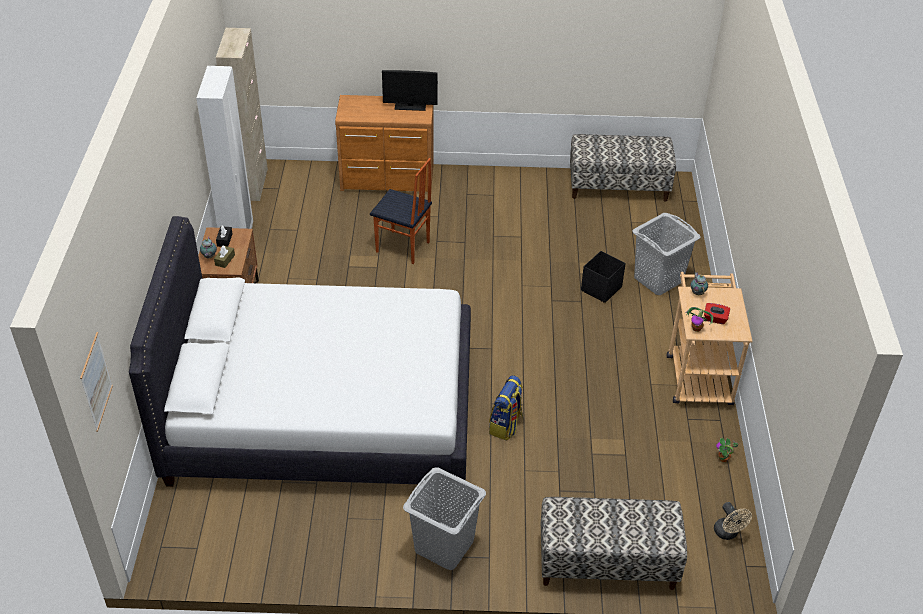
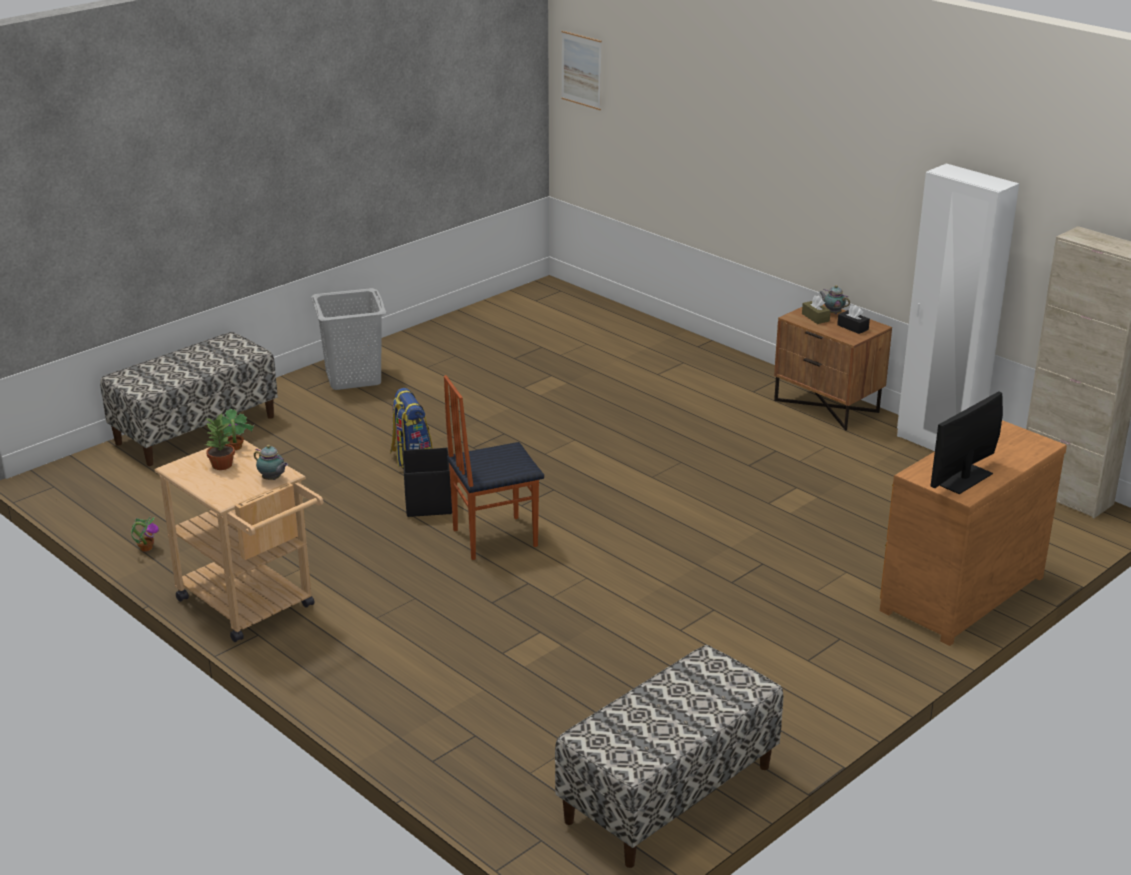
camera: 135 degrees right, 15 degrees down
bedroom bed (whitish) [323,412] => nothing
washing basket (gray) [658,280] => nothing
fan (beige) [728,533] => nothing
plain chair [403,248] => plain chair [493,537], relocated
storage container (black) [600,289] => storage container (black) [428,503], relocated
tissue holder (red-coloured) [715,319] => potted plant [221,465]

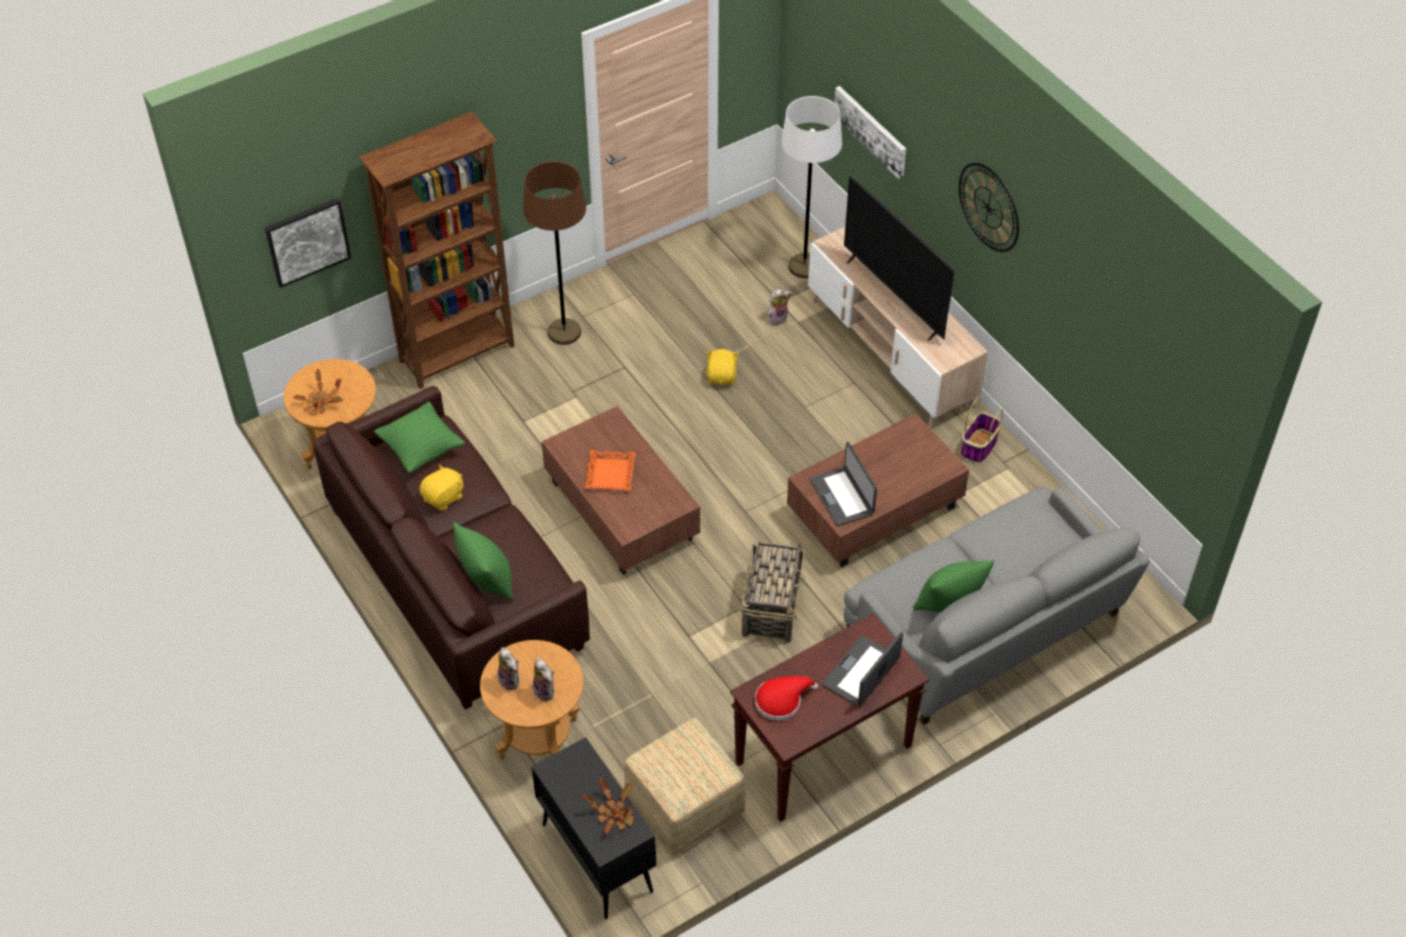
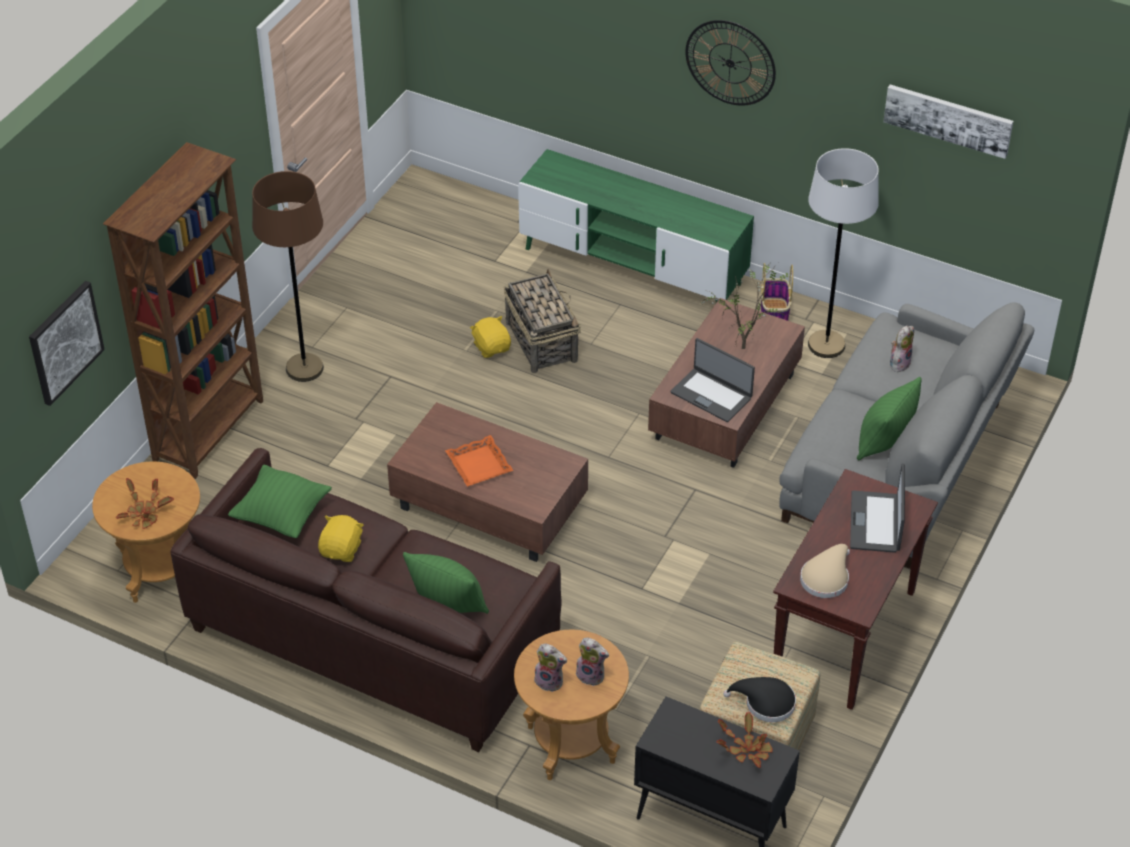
camera: 30 degrees left, 5 degrees down
TV set [894,297] => nothing
nothing => potted plant [744,346]
nothing => clothing hat (black) [765,703]
basket [772,606] => basket [541,341], relocated
soft toy [777,318] => soft toy [899,363], relocated
standing lamp (whitish) [804,267] => standing lamp (whitish) [826,345], relocated
wall picture [871,131] => wall picture [948,119], relocated
clothing hat (red-coloured) [781,700] => clothing hat (beige) [826,578]
tv stand (beige) [890,353] => tv stand (green) [632,266]

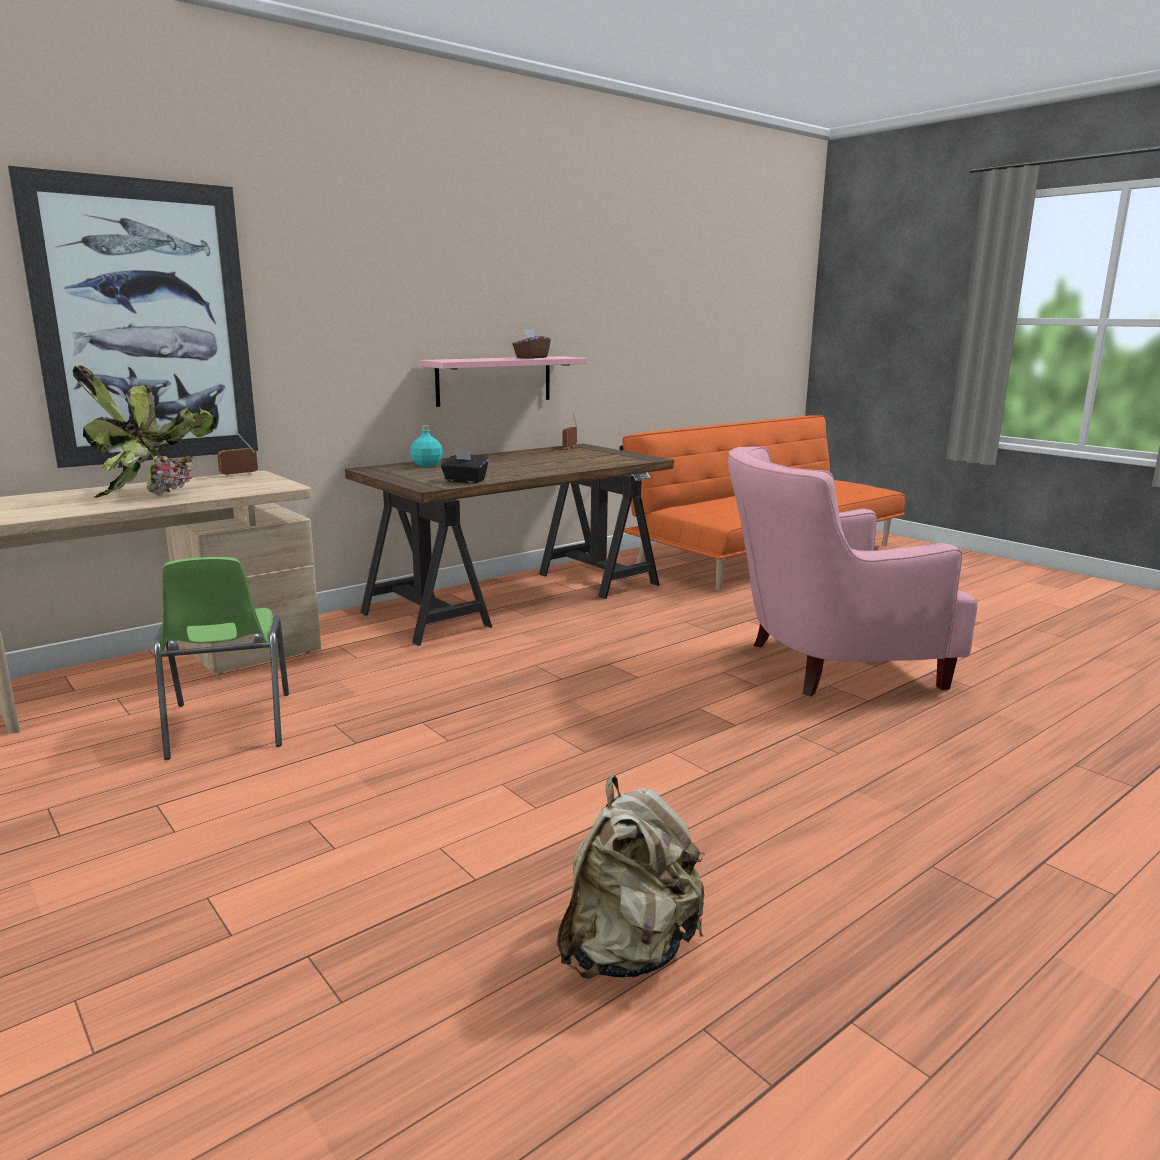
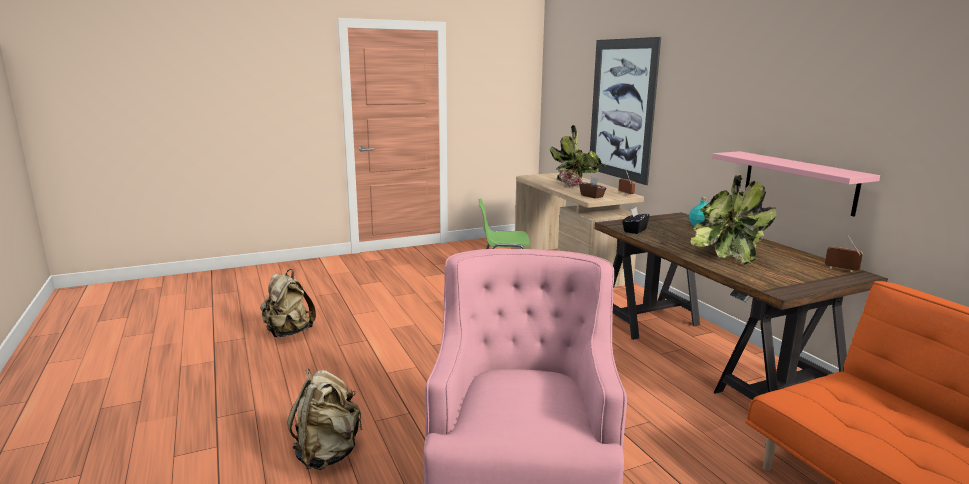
camera: 105 degrees right, 0 degrees up
nothing => backpack (beige) [328,453]
nothing => potted plant [724,254]
tissue holder (brownish) [531,358] => tissue holder (brownish) [592,196], relocated

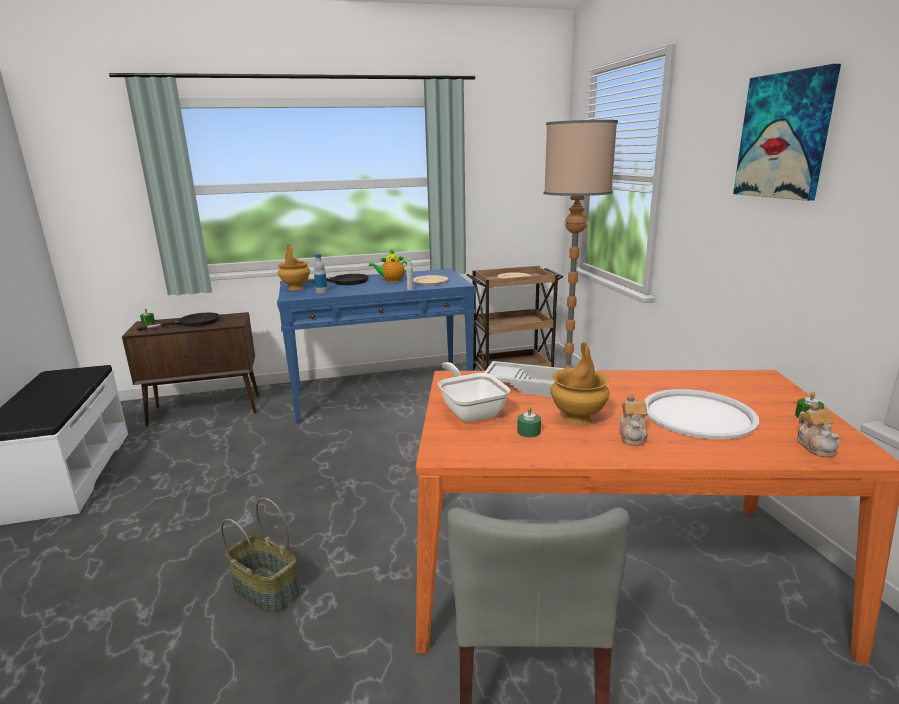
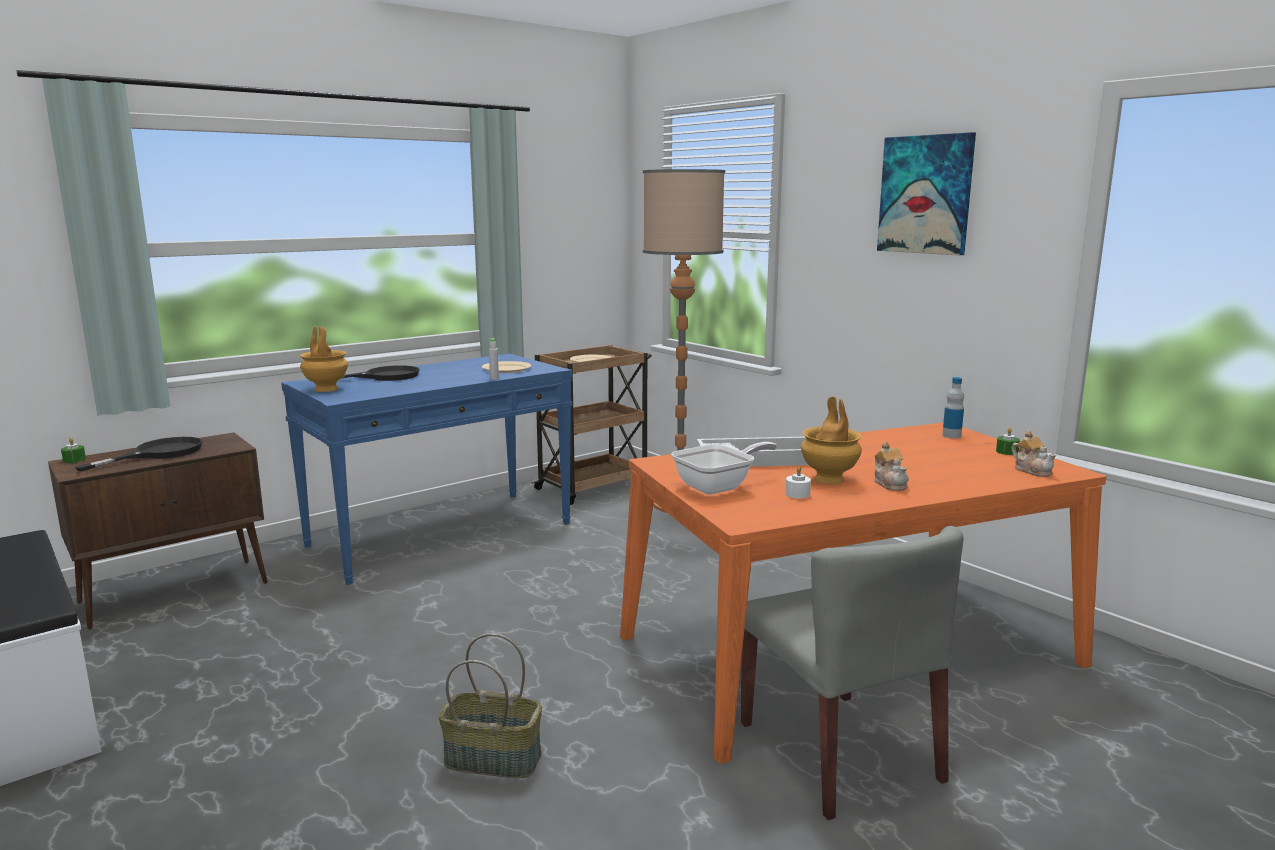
camera: 25 degrees left, 5 degrees down
teapot [391,281] => nothing
tray (whitish) [698,415] => nothing
drink bottle [321,292] => drink bottle [951,435], relocated
wax candle (green) [528,431] => wax candle (whitish) [797,494]
frying pan [470,411] => frying pan [719,487], 105 degrees clockwise

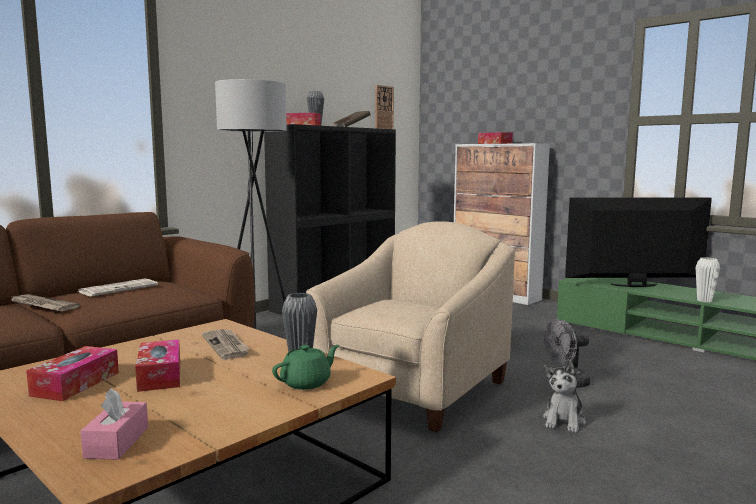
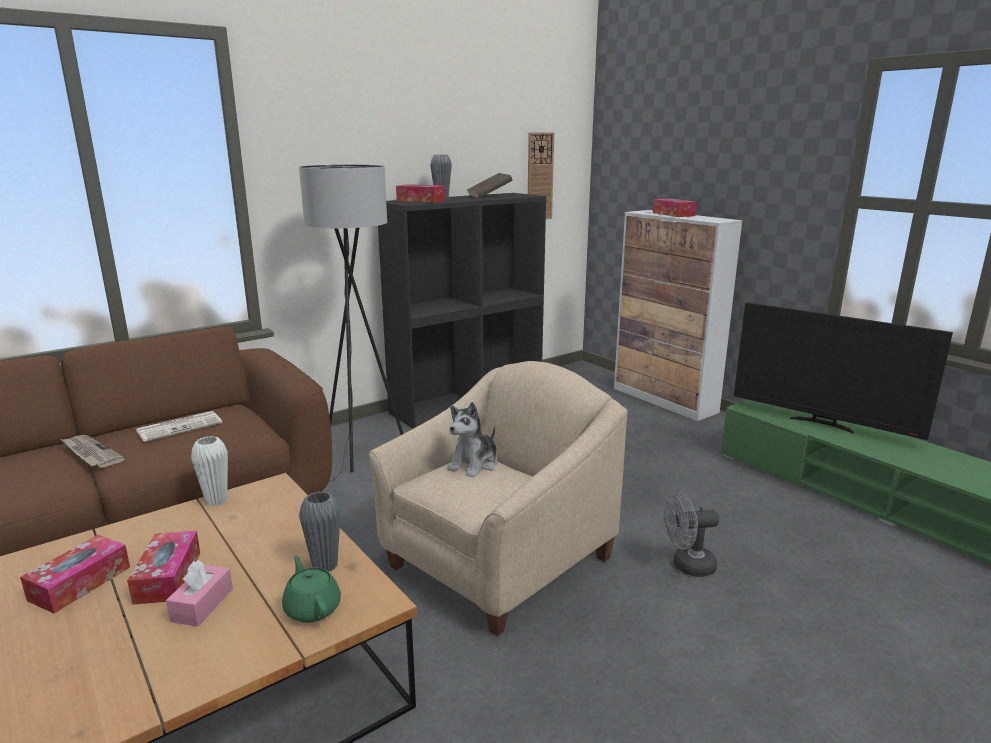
camera: 10 degrees right, 10 degrees up
daily paper [226,346] => nothing
tissue holder (pink-coloured) [117,442] => tissue holder (pink-coloured) [202,605], relocated
soft toy [564,421] => soft toy [474,464], relocated
decorative vase (whitish) [704,300] => decorative vase (whitish) [216,500], relocated
teapot (green) [307,383] => teapot (green) [312,608], 90 degrees counterclockwise
TV set [635,285] => TV set [822,424], 150 degrees counterclockwise

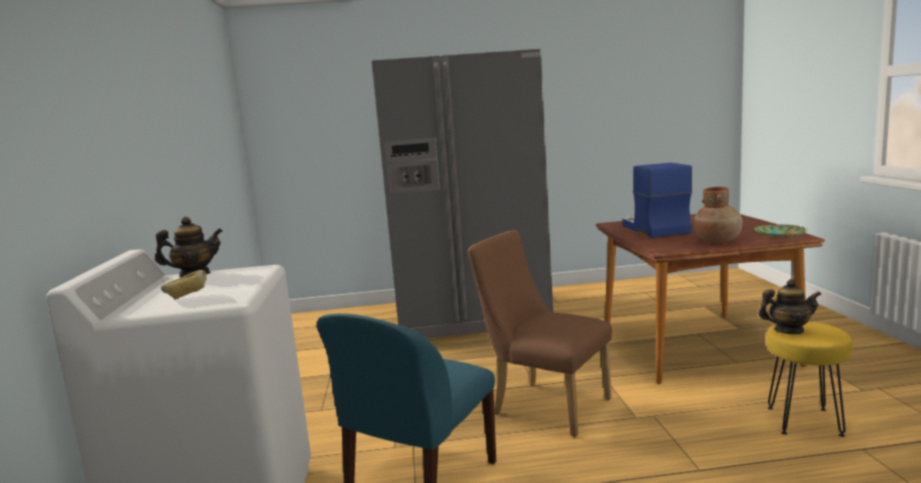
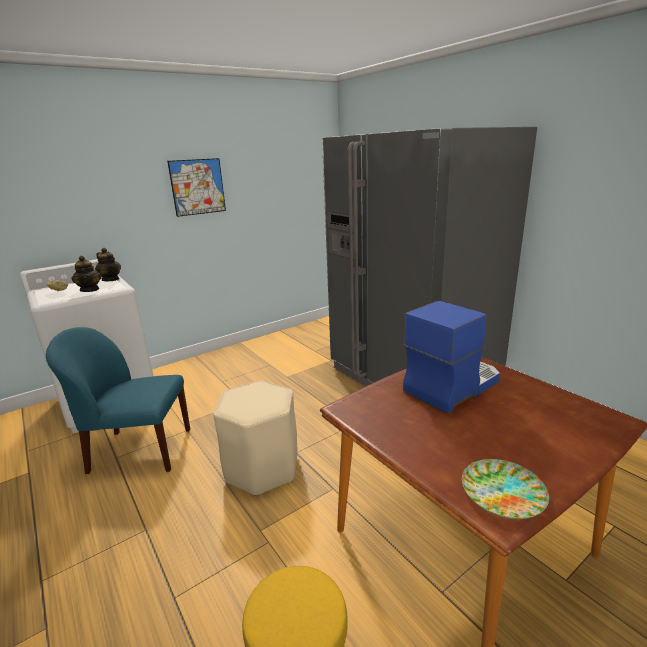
camera: 60 degrees right, 10 degrees up
decorative vase (brownish) [717,241] => nothing
nothing => wall picture [197,187]
teapot [788,330] => teapot [90,290], relocated
plain chair (brownish) [543,405] => sitting stool (beige) [262,468]

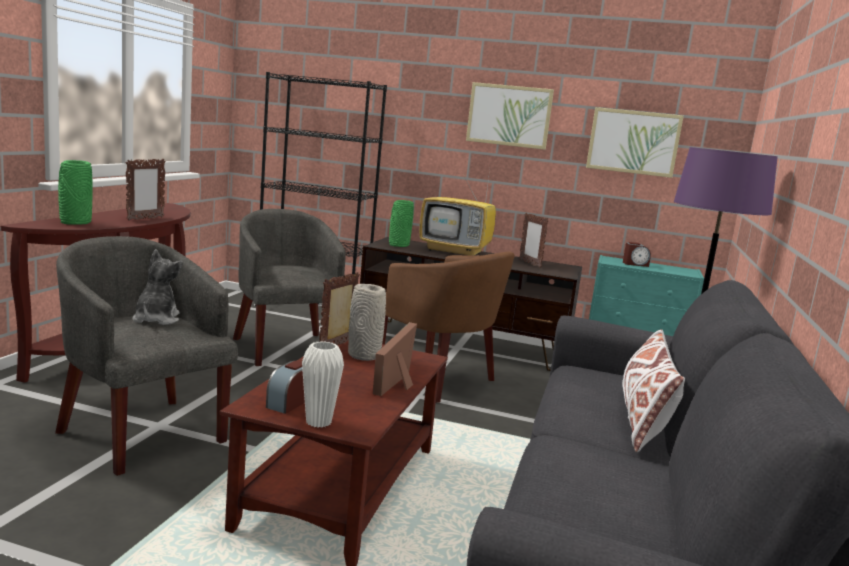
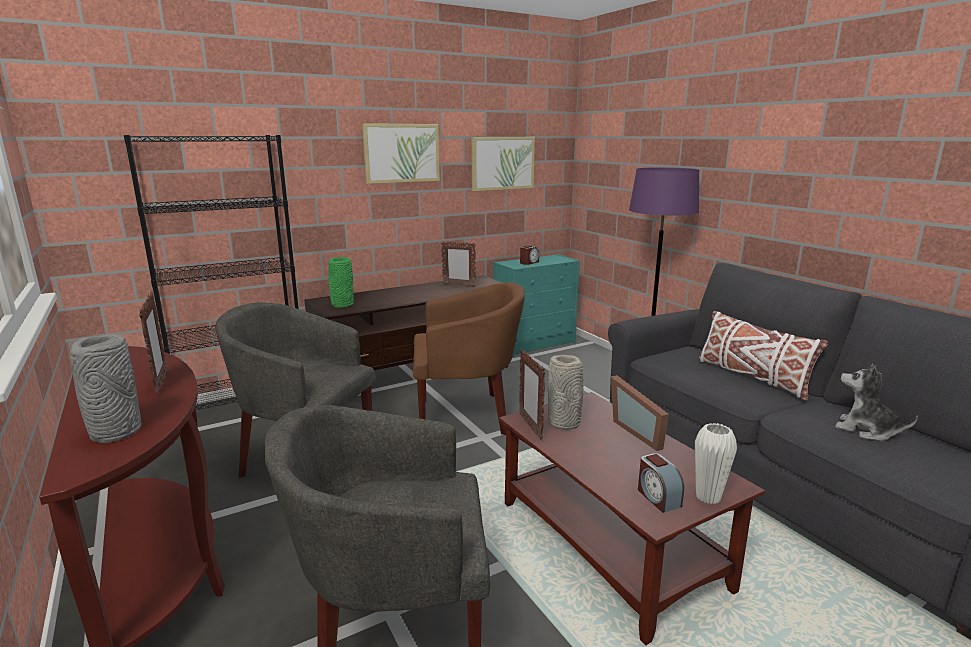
camera: 45 degrees left, 5 degrees up
TV set [456,252] => nothing
soft toy [156,319] => soft toy [866,430], relocated
decorative vase (green) [75,222] => decorative vase (gray) [114,433]

